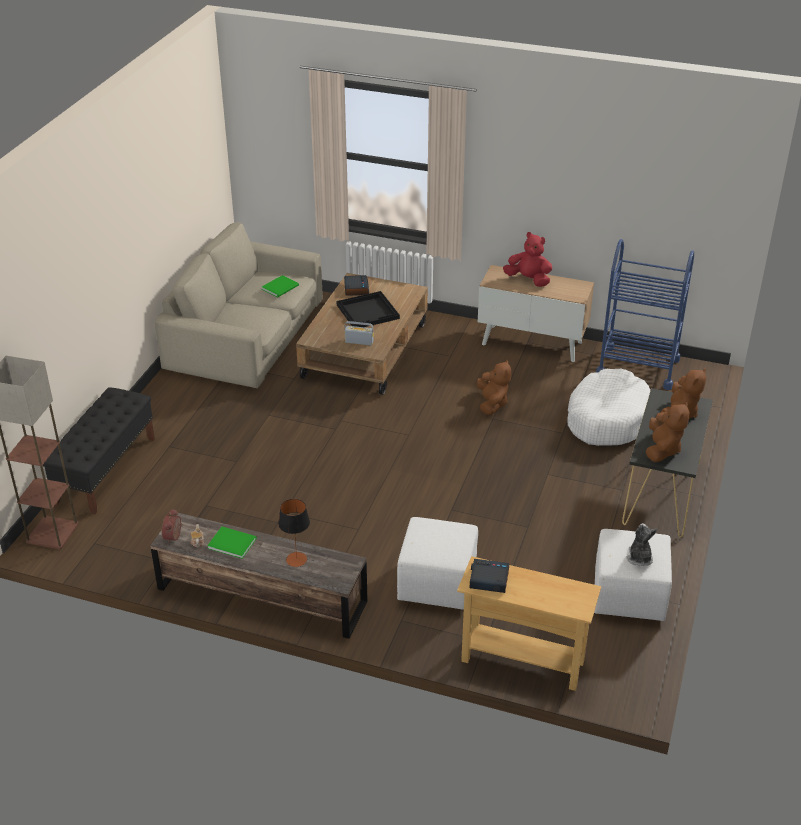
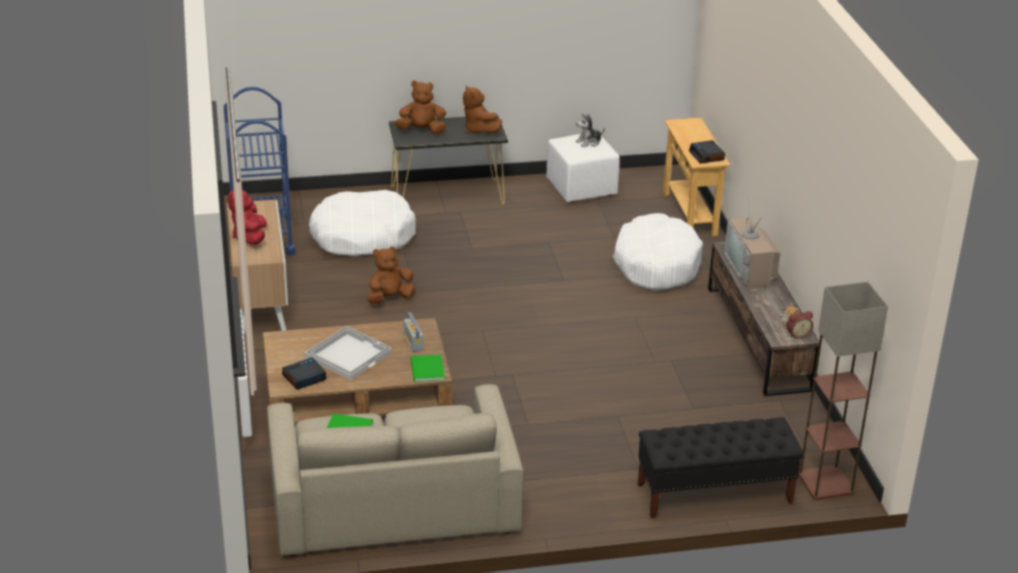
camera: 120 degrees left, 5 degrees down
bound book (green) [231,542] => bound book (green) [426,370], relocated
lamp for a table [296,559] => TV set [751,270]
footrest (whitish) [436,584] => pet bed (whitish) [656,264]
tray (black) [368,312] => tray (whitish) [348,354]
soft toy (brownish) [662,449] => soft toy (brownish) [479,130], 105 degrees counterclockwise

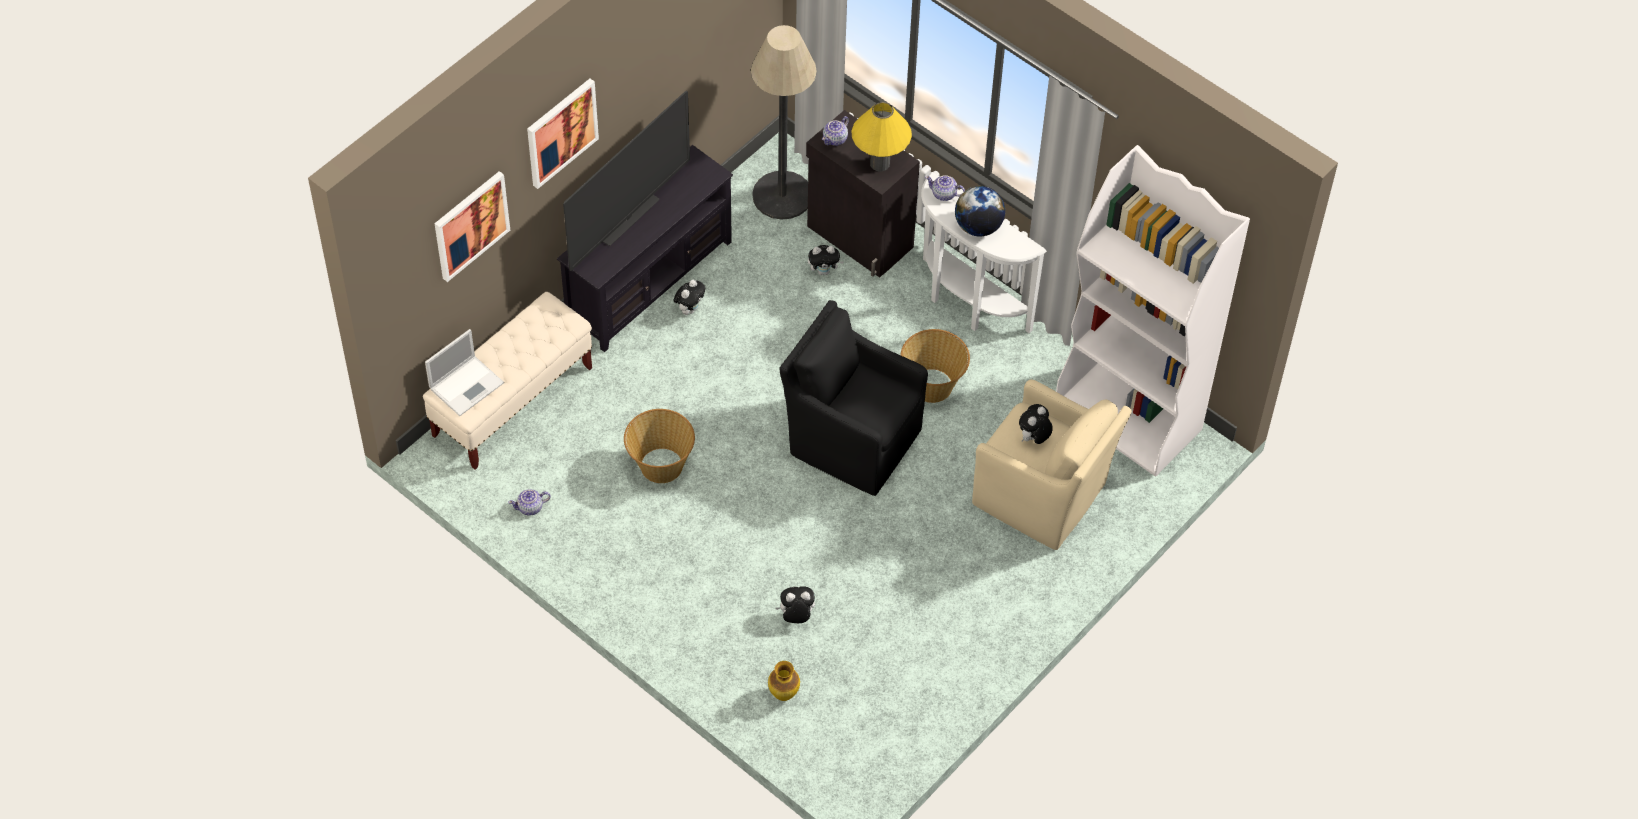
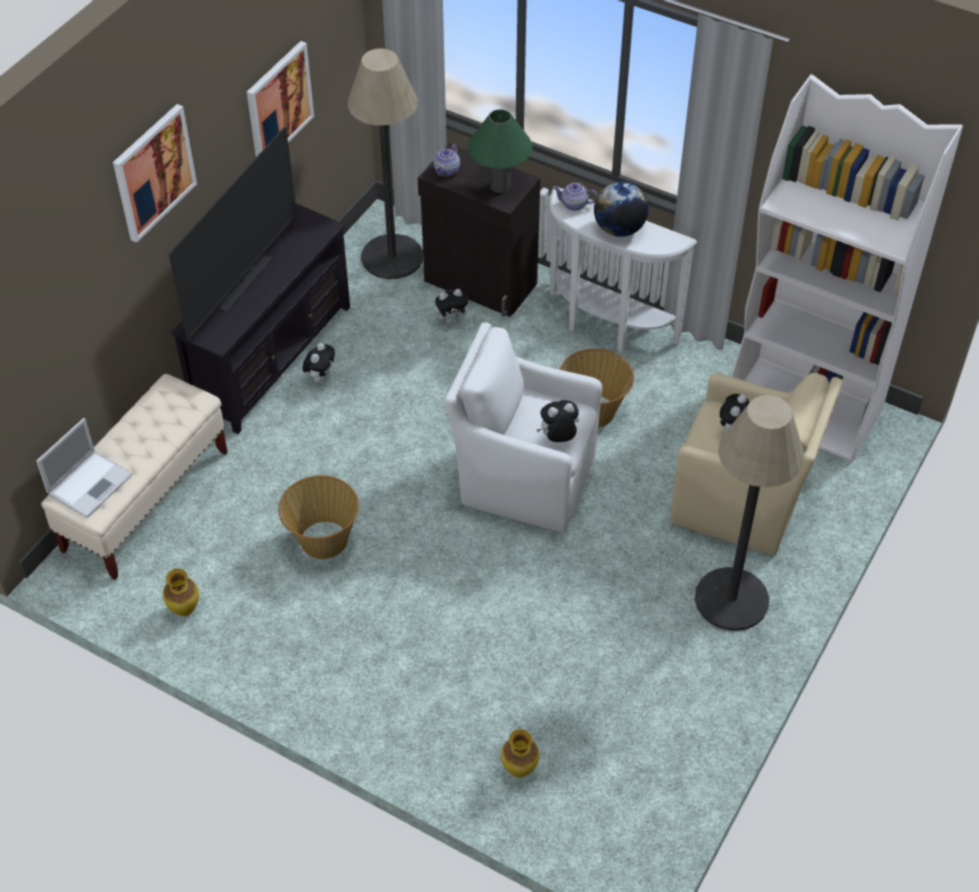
camera: 10 degrees left, 5 degrees down
nothing => standing lamp [731,599]
wall picture [470,225] => wall picture [278,103], relocated
soft toy [796,616] => soft toy [558,438], relocated
teapot [530,507] => decorative vase [185,610]
easy chair (black) [851,439] => easy chair (whitish) [523,478]
lamp for a table (yellowish) [880,163] => lamp for a table (green) [499,186]

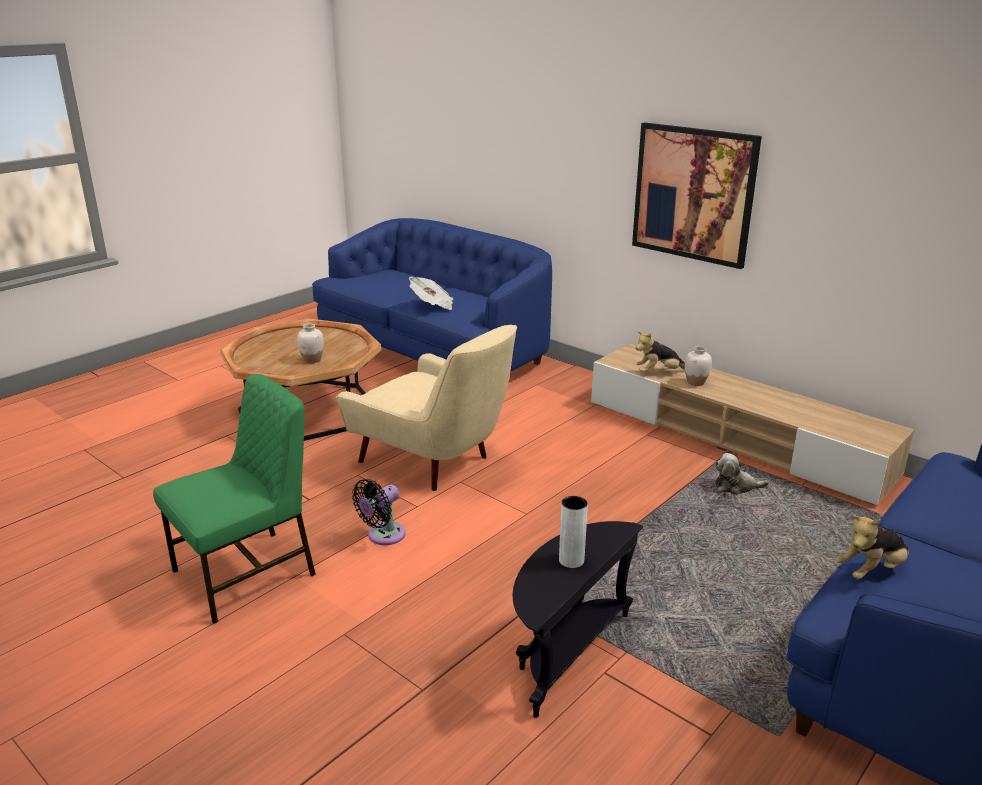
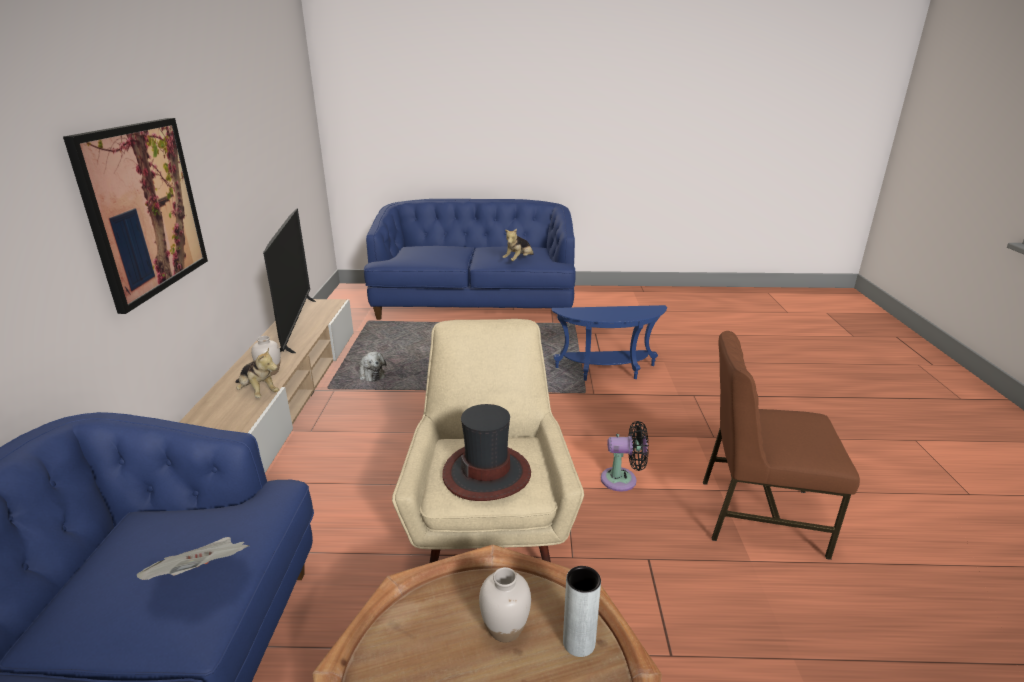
camera: 130 degrees left, 0 degrees up
nothing => TV set [297,325]
nothing => clothing hat [487,473]
decorative vase (gray) [571,560] => decorative vase (gray) [579,643], relocated
plain chair (green) [247,573] => plain chair (brownish) [758,515]
side table (black) [566,653] => side table (blue) [607,372]
soft toy [871,571] => soft toy [518,260], 105 degrees clockwise

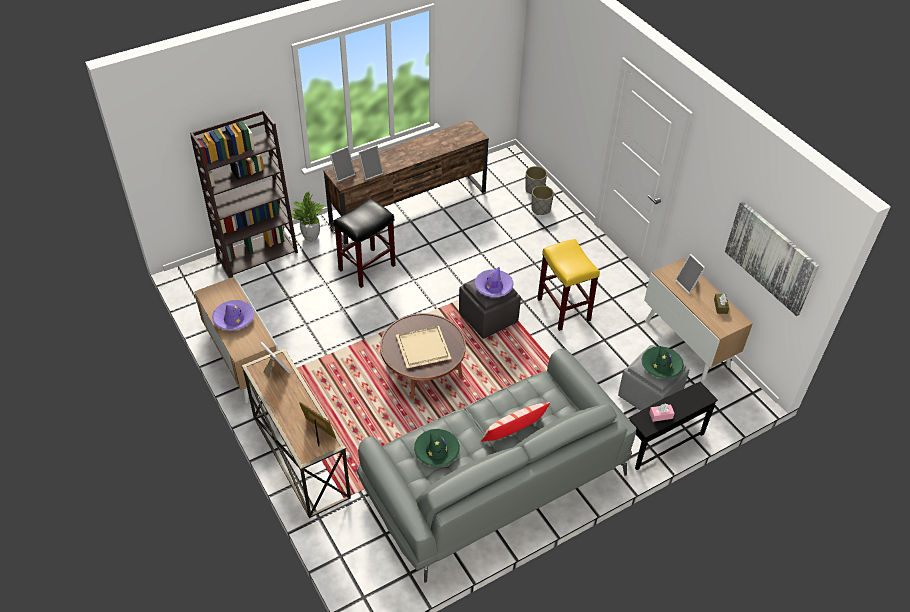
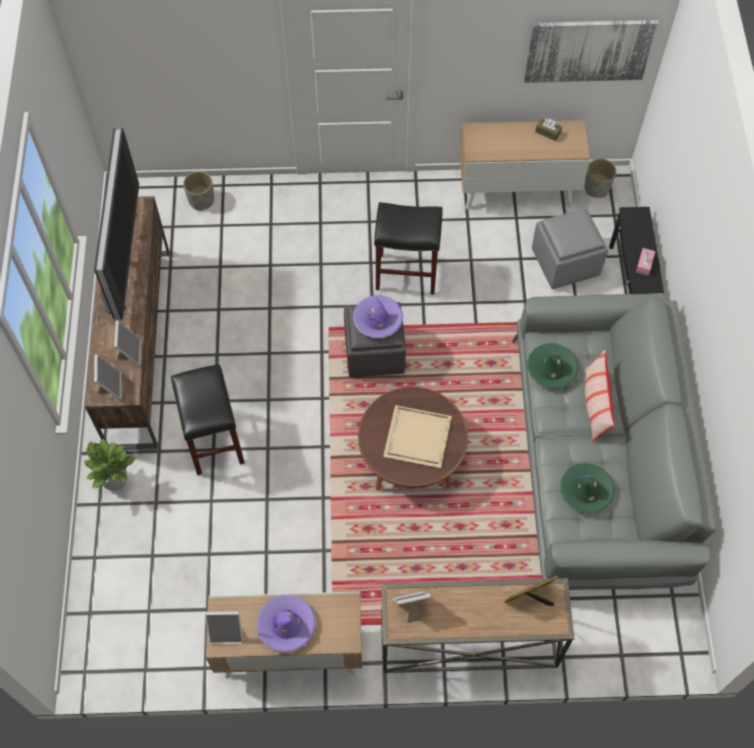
camera: 60 degrees left, 15 degrees up
bookshelf (brownish) [257,252] => nothing
nothing => TV set [120,260]
planter (gray) [541,209] => planter (gray) [596,188], relocated
clothing hat (green) [661,366] => clothing hat (green) [551,369], relocated
photo frame [688,284] => photo frame [227,632], relocated
sitting stool (yellowish) [564,310] => sitting stool (black) [407,273]

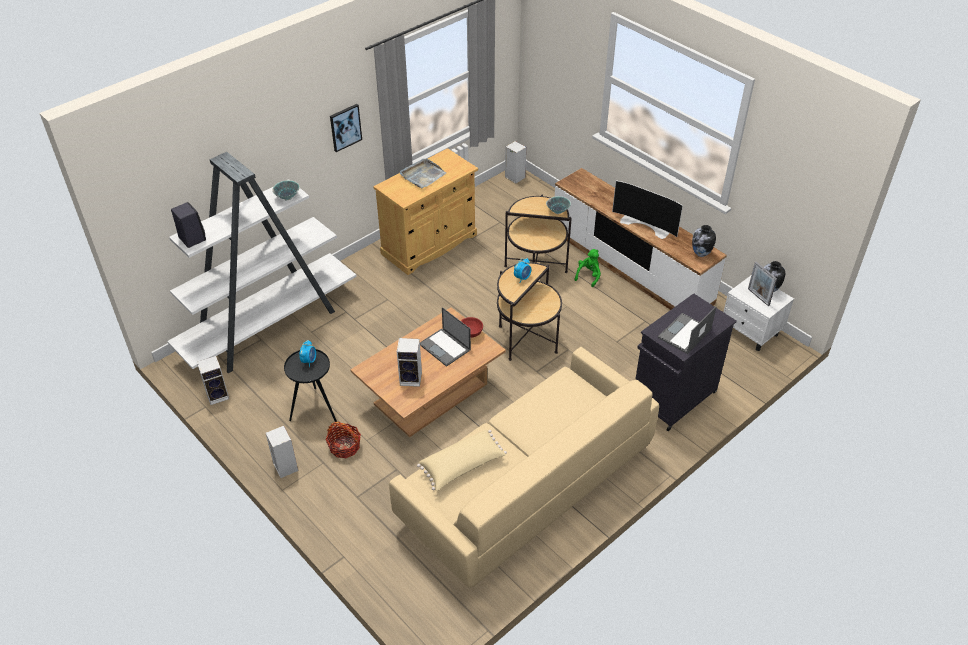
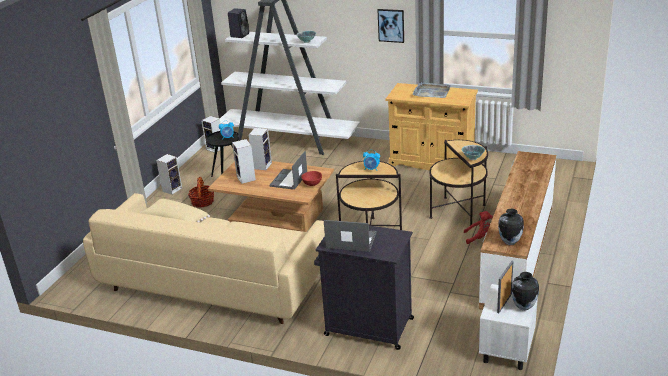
camera: 65 degrees right, 15 degrees down
TV set [646,225] => nothing
loudspeaker [514,177] => loudspeaker [262,165], relocated
soft toy (green) [588,276] => soft toy (red-coloured) [479,237]

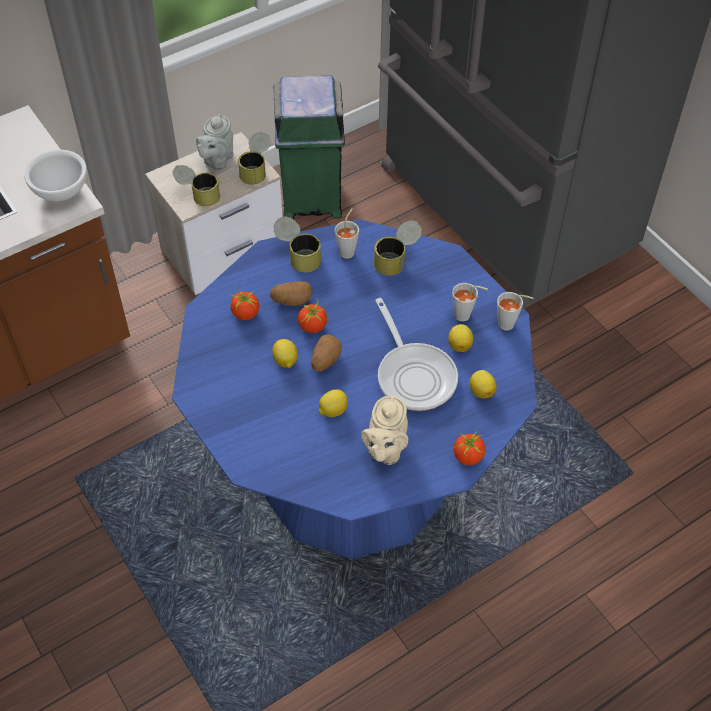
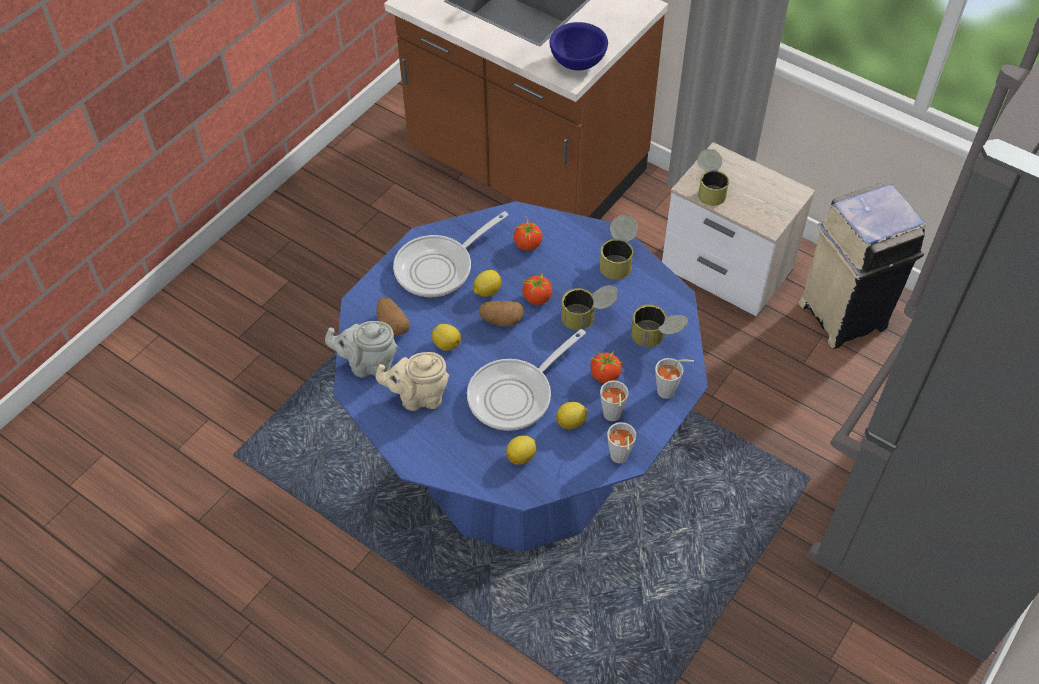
camera: 70 degrees right, 0 degrees up
nothing => frying pan [439,267]
teapot (gray) [217,160] => teapot (gray) [368,365], relocated
sealed can [256,170] => sealed can [588,317], relocated
potato [291,301] => potato [392,324], relocated
small cup (gray) [348,250] => small cup (gray) [670,392], relocated
tomato [468,457] => tomato [604,376], relocated
bowl (whitish) [60,191] => bowl (blue) [577,62]
trash can (green) [312,198] => trash can (beige) [844,315]

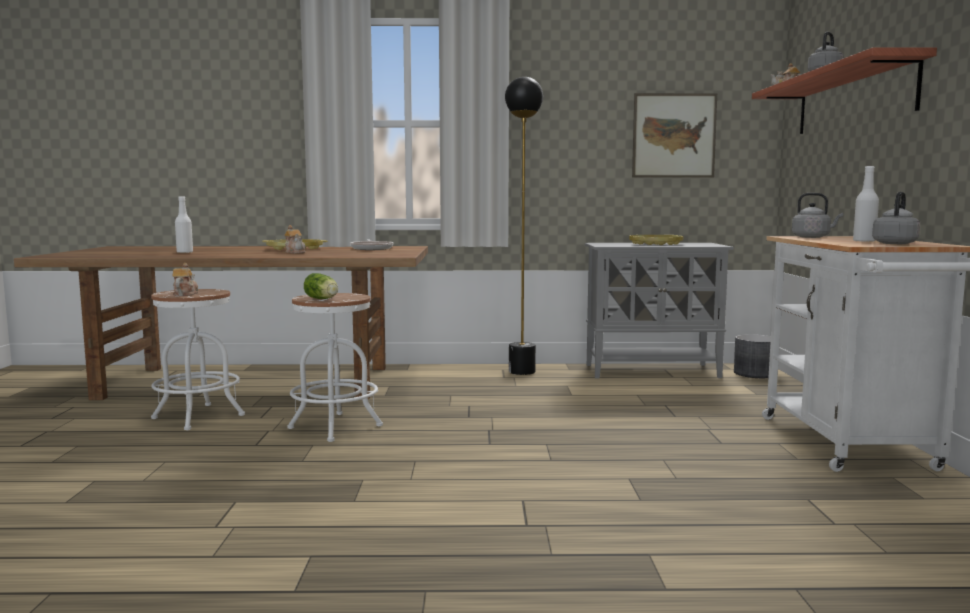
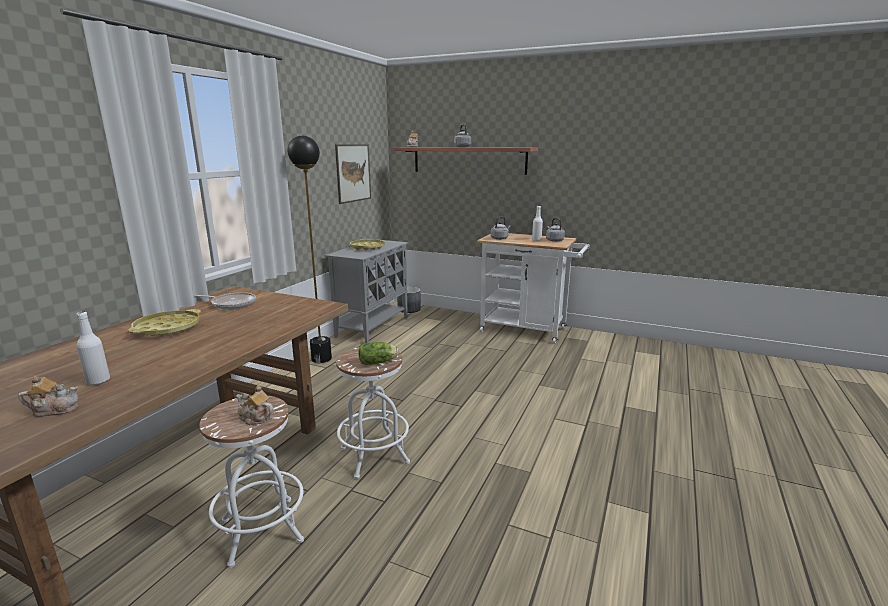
camera: 65 degrees left, 10 degrees up
teapot [295,252] => teapot [55,410], relocated

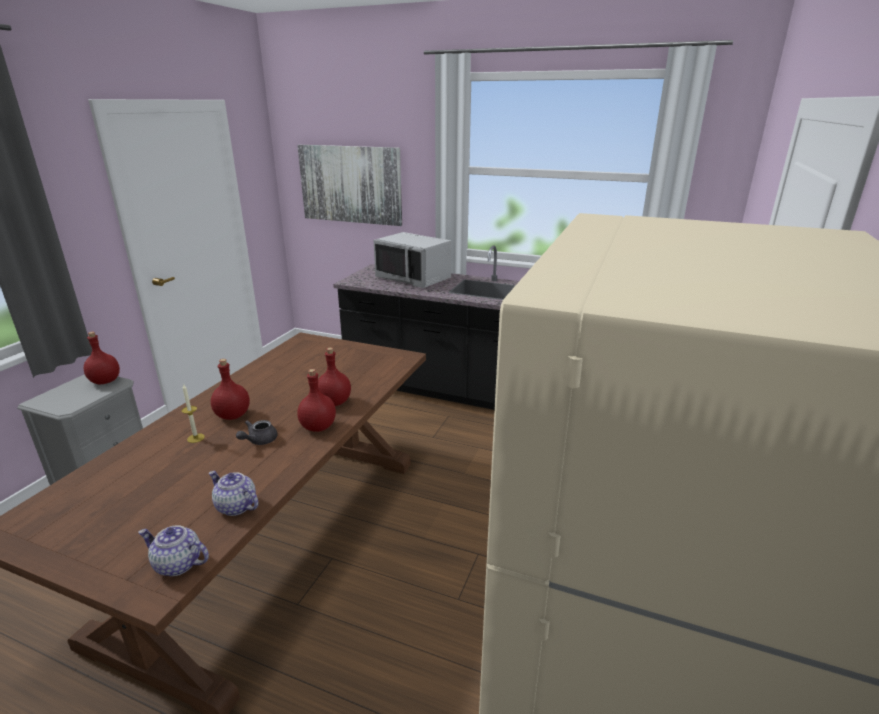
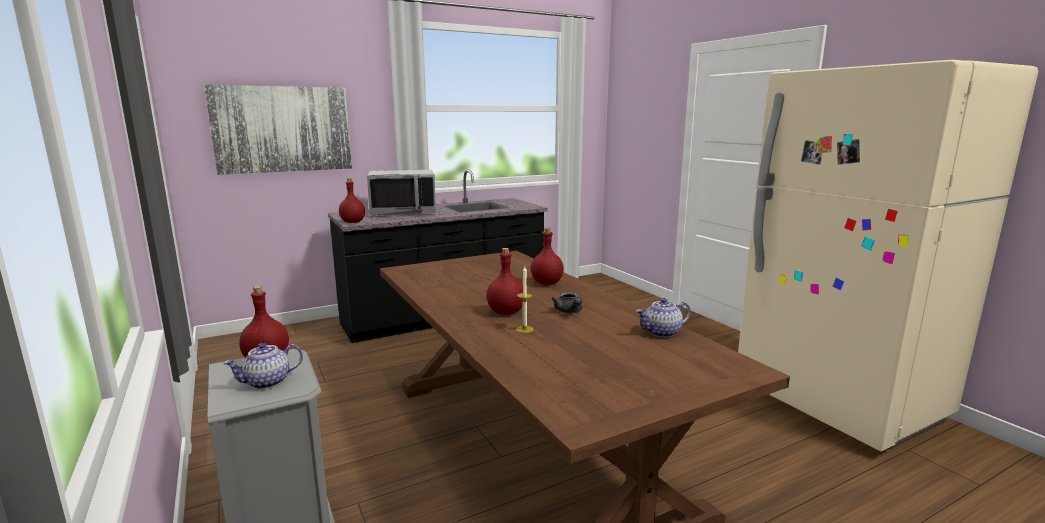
camera: 50 degrees left, 10 degrees down
teapot [177,564] => teapot [267,382], relocated
drink bottle (red-coloured) [317,427] => drink bottle (red-coloured) [352,222], relocated

